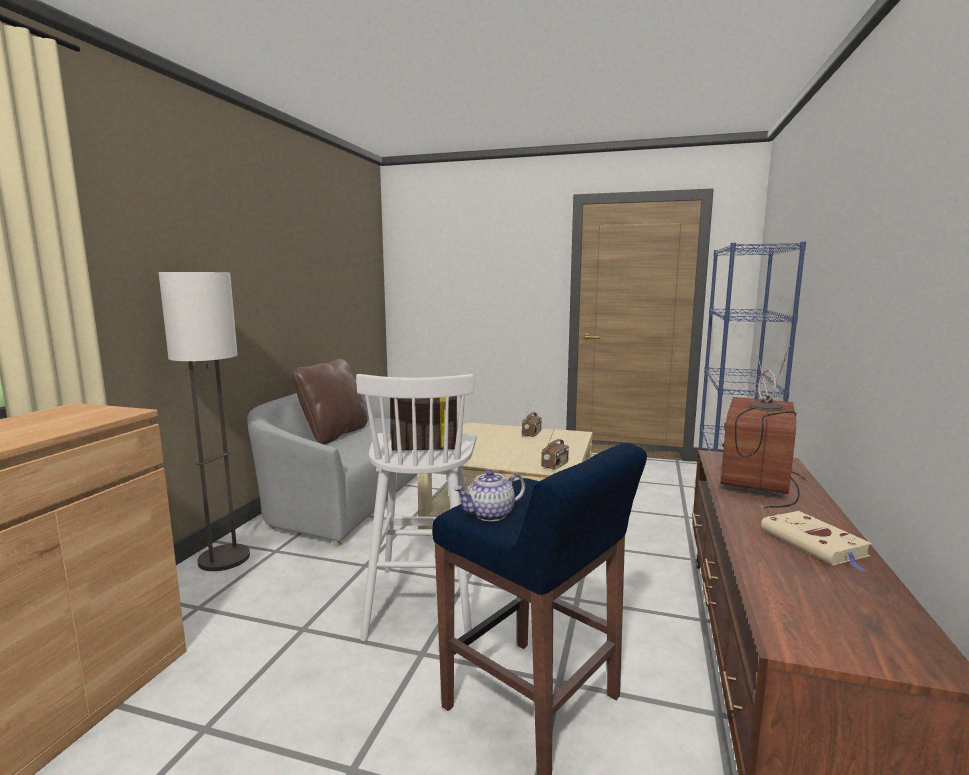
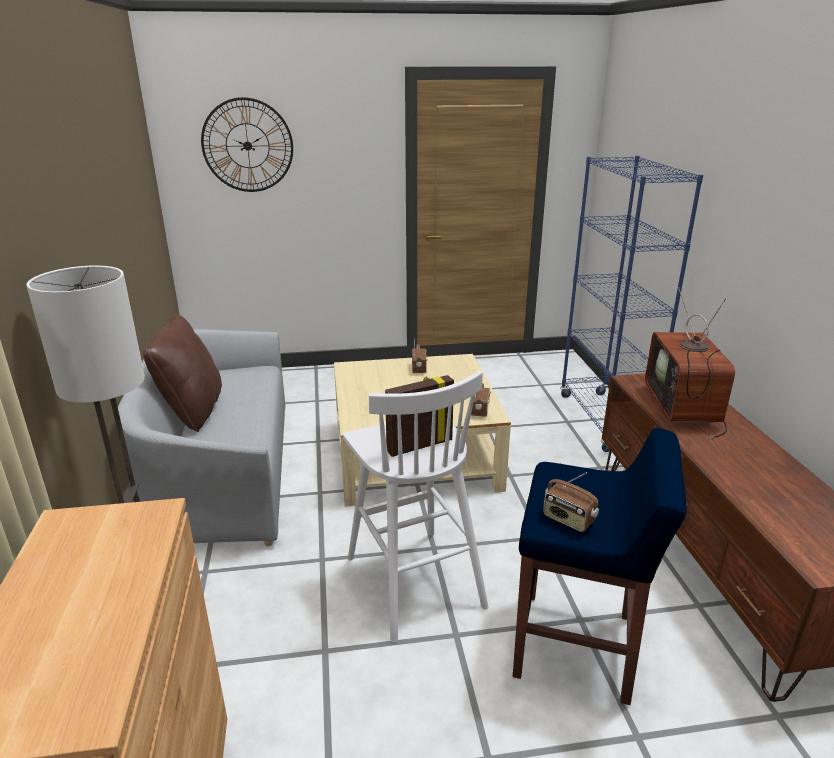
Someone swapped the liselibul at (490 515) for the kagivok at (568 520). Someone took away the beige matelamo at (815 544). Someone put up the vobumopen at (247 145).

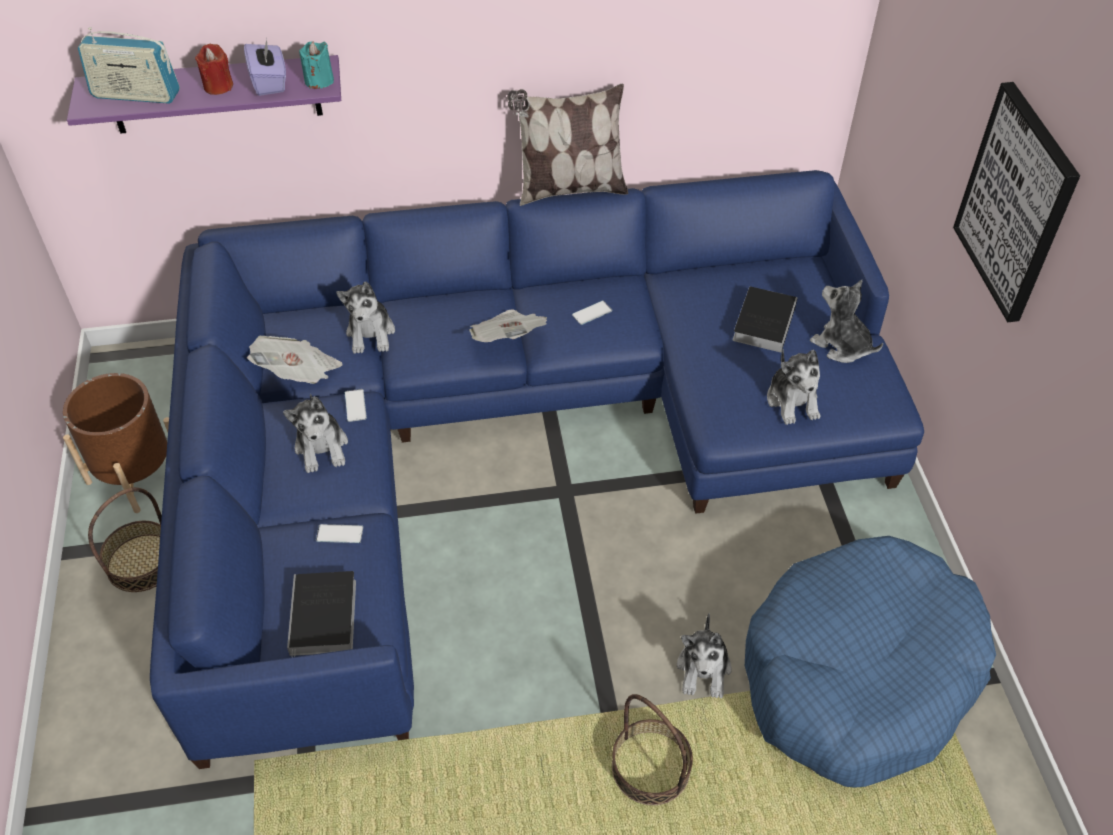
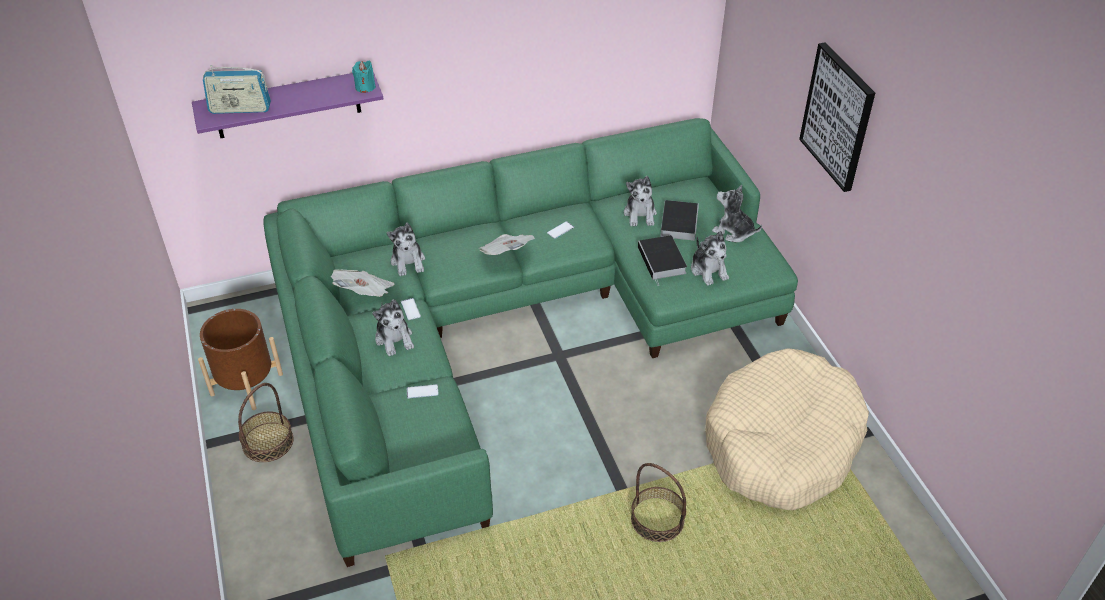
Someone took away the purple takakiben at (269 82). Someone took away the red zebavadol at (218 86). Someone took away the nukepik at (569 189). Someone repainted the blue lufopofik at (508 436), which became the green lufopofik at (510 325). Someone repainted the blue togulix at (858 674), which became the beige togulix at (782 443). Someone carried the matelamo from (324 619) to (662 261). Someone carried the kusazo from (704 669) to (640 214).

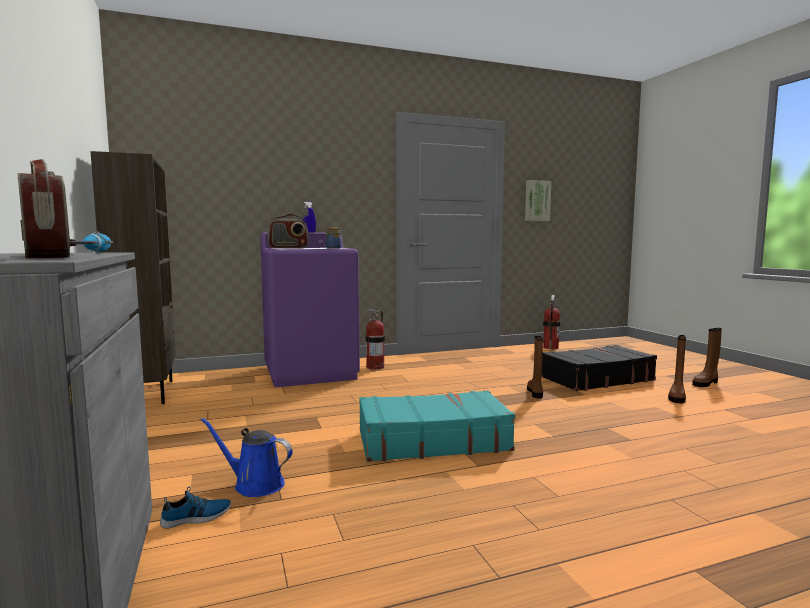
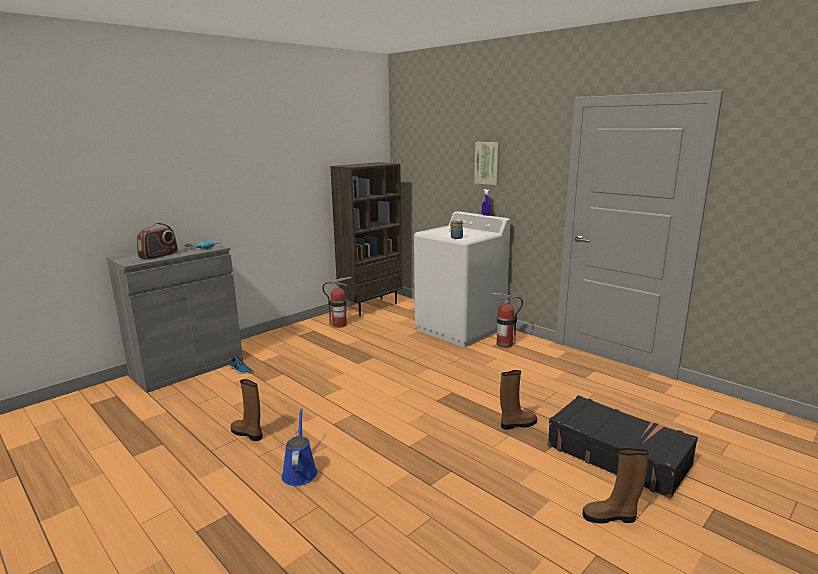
Someone carried the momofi from (537 201) to (488 163). Someone took away the kagivok at (288 248). Someone repainted the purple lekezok at (311 372), which became the white lekezok at (460 329). Someone carried the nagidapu from (550 347) to (339 325). Someone carried the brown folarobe from (705 383) to (248 434). Someone took away the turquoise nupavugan at (432 441). Someone carried the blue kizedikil from (254 484) to (299 472).

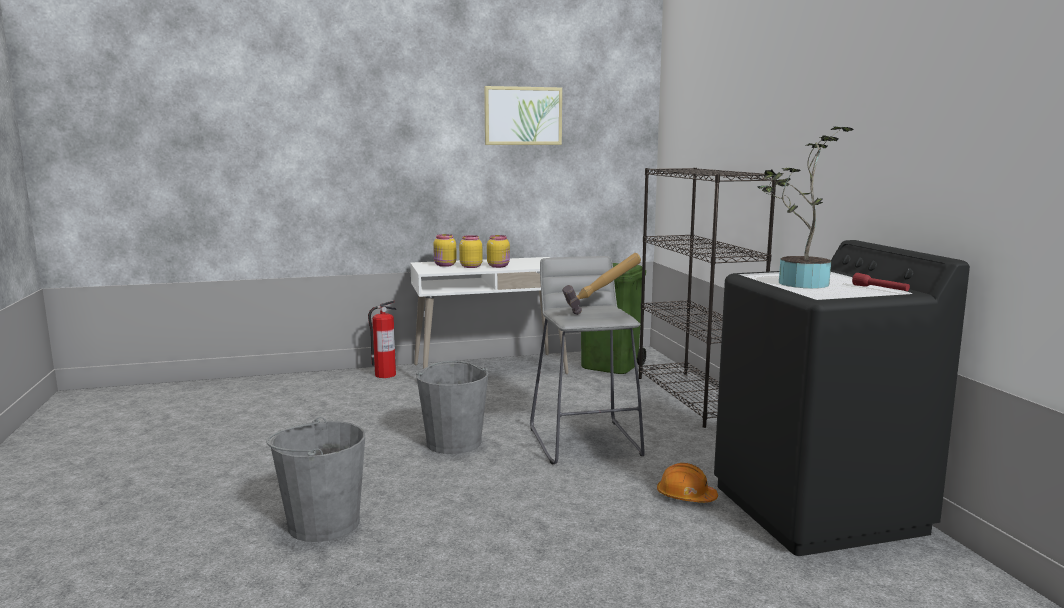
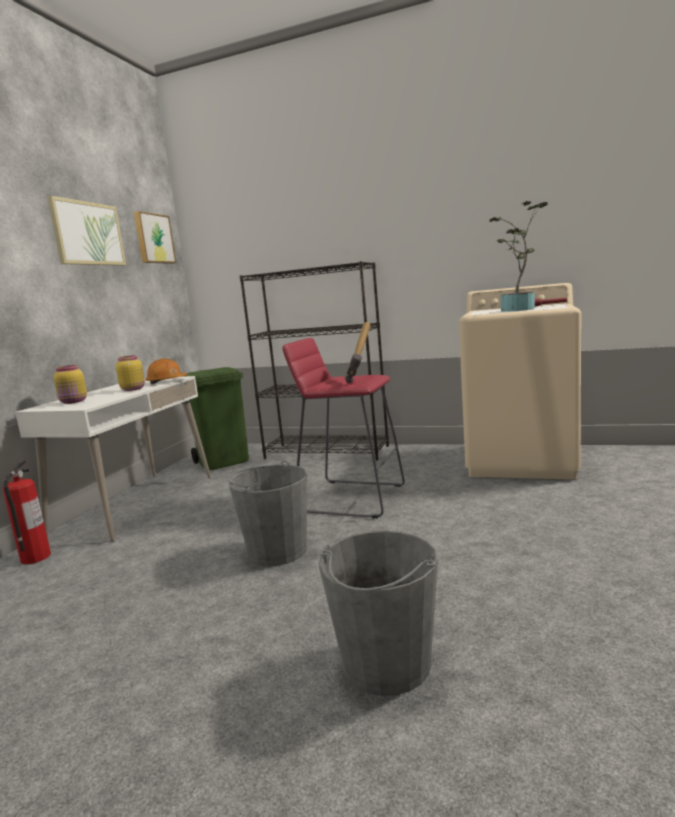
Someone took away the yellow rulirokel at (470 266). Someone repainted the black lekezok at (818 509), which became the beige lekezok at (522 461). Someone repainted the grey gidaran at (586 441), which became the red gidaran at (350 498). Someone carried the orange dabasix from (685 496) to (167 381). Someone put up the momofi at (153 239).

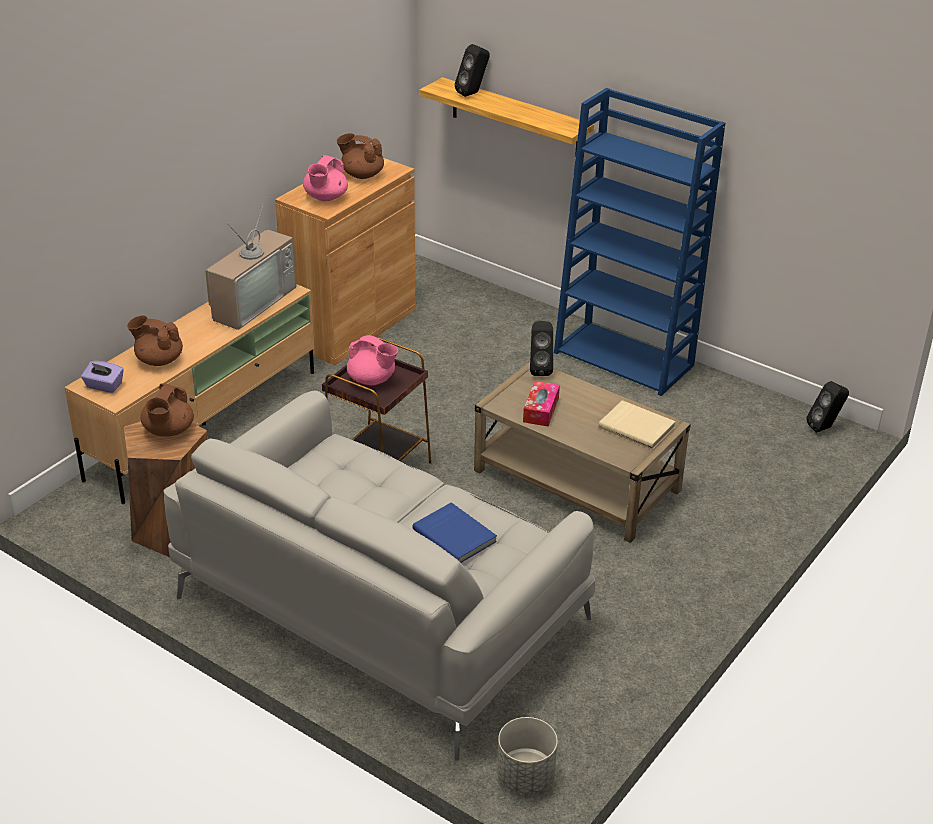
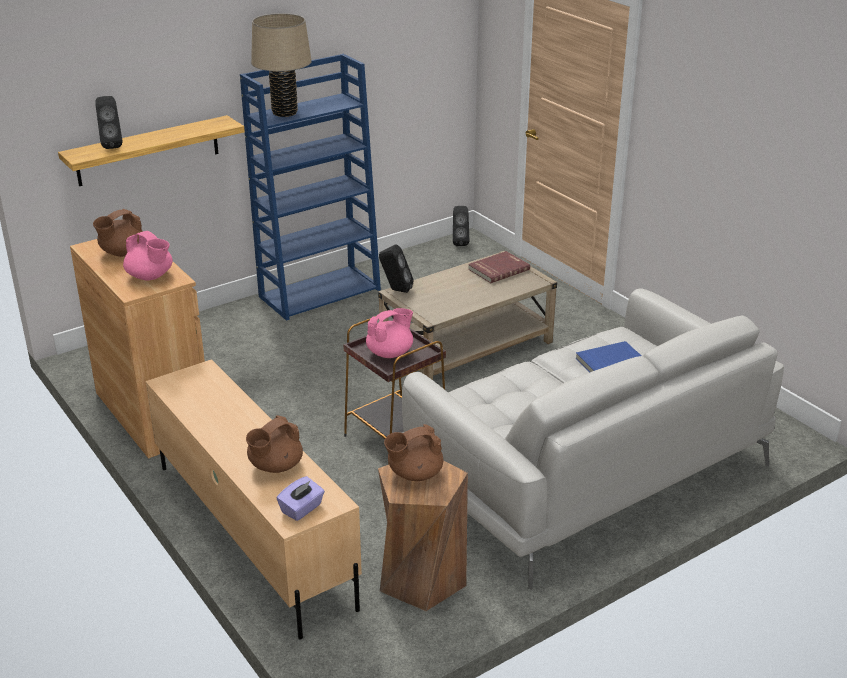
Someone took away the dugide at (250 301). Someone took away the takakiben at (541 410). Someone rotated the brown liselibul at (168 431) by 120 degrees clockwise. Someone repainted the beige matelamo at (637 427), which became the red matelamo at (498 269). Someone took away the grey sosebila at (525 776). Someone put down the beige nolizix at (284 113).

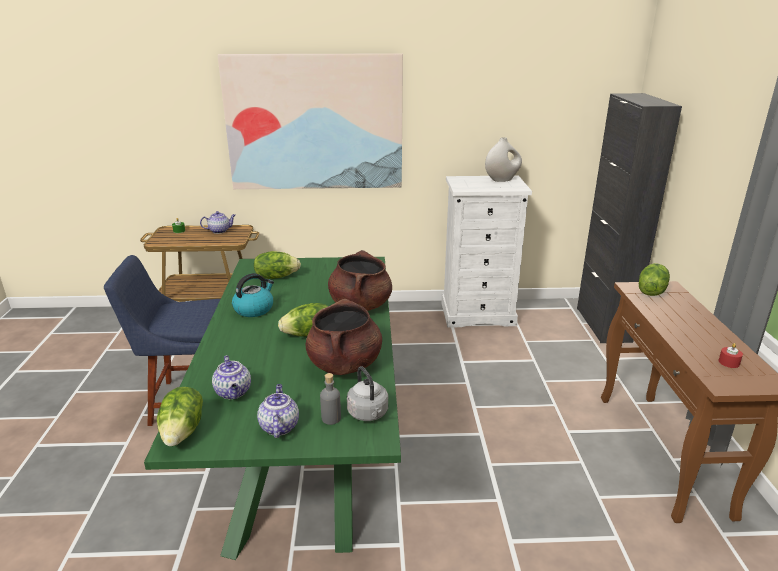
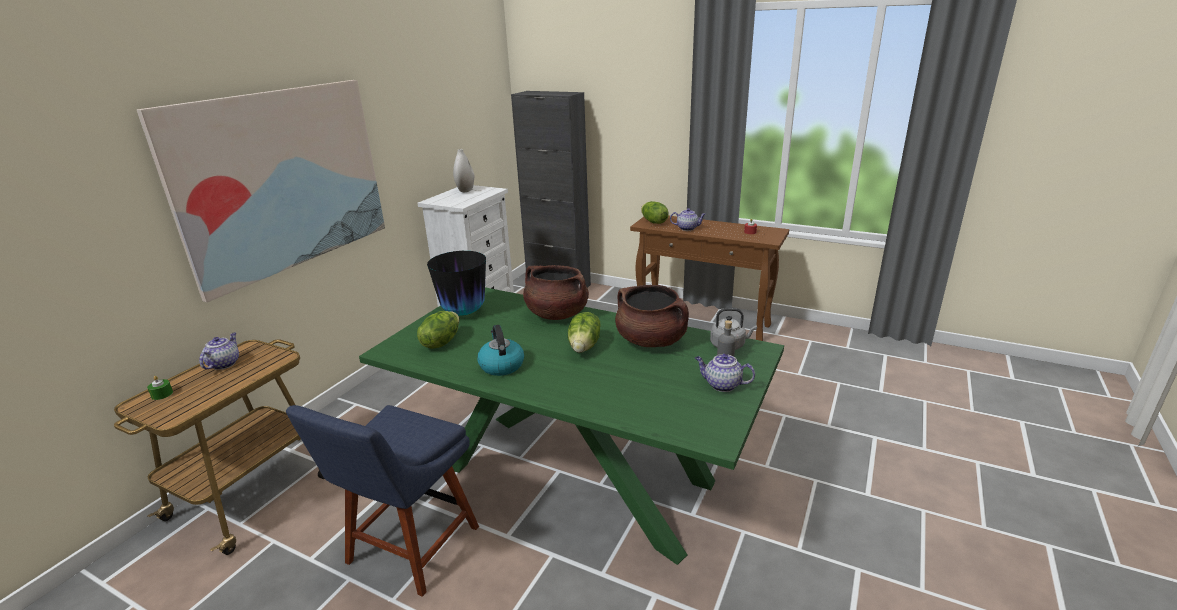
Someone carried the liselibul from (234 392) to (687 228). Someone took away the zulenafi at (183 431). Someone put down the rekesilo at (464 312).

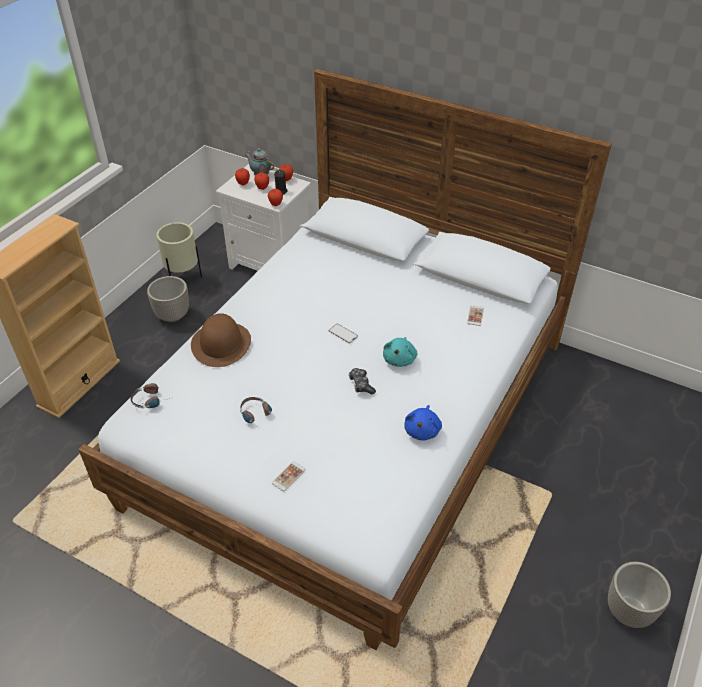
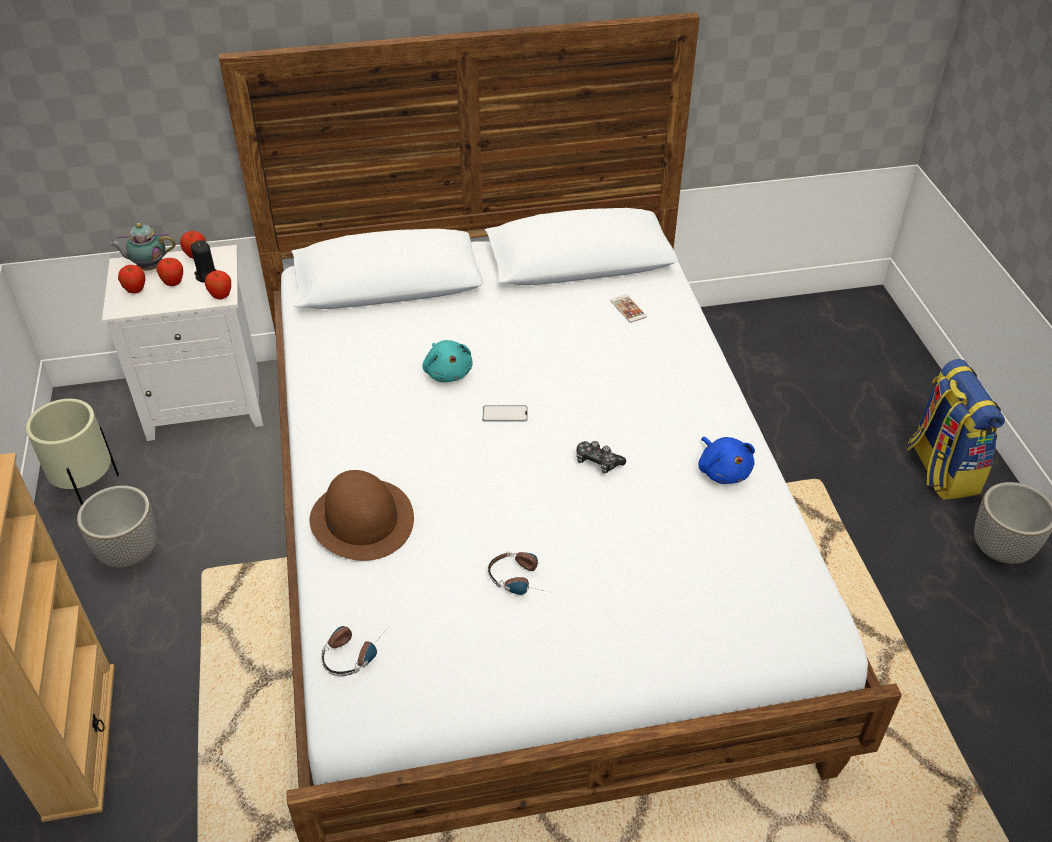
Someone carried the turquoise kusazo from (400 359) to (448 372). Someone took away the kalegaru at (288 476). Someone put down the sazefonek at (940 469).

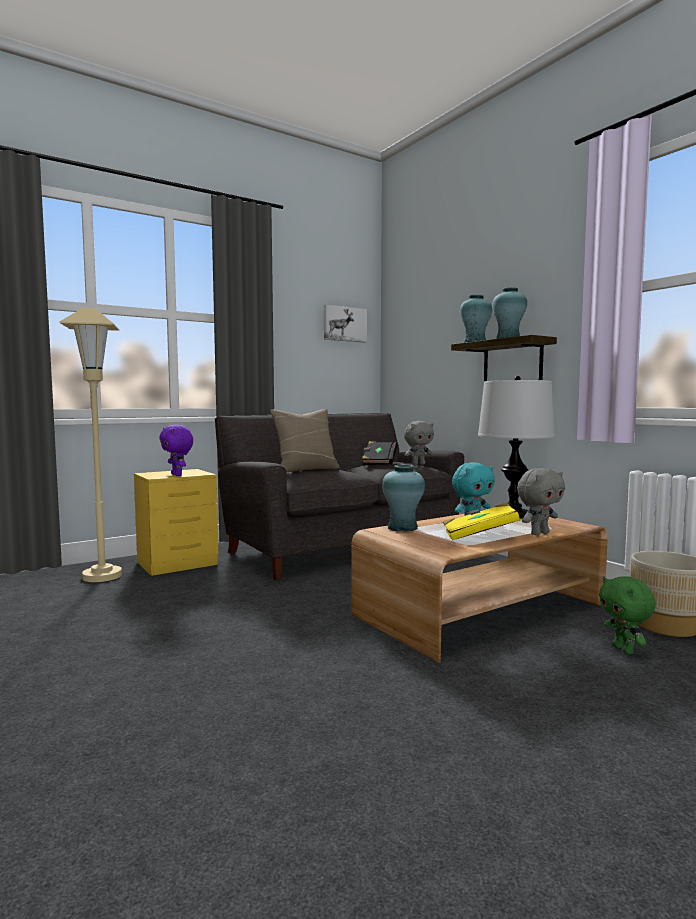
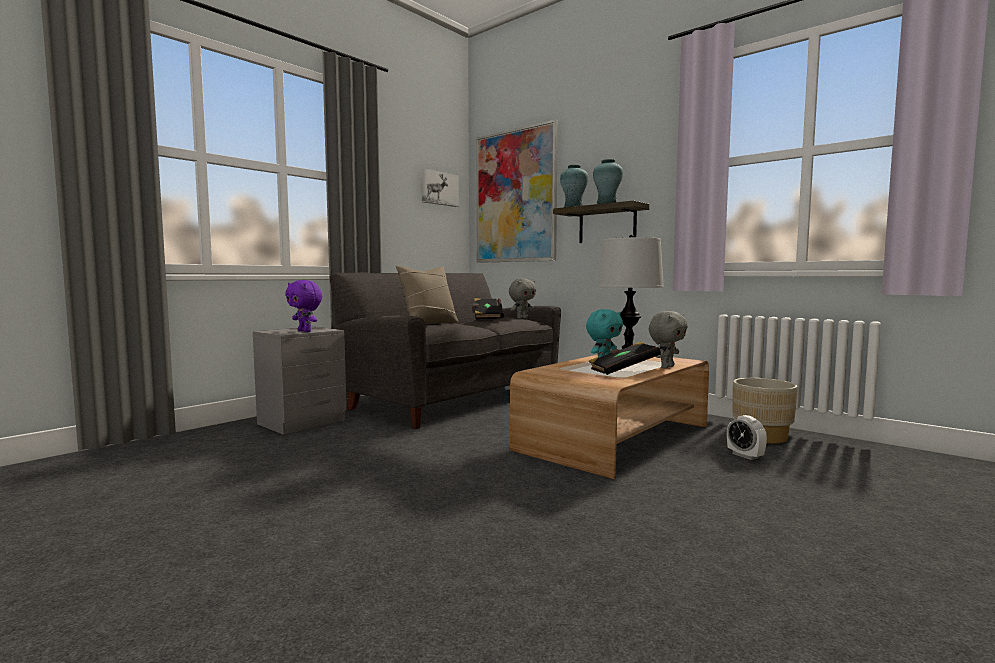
Someone took away the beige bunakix at (102 576). Someone took away the turquoise rekesilo at (403 528). Someone repainted the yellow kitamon at (179 563), which became the grey kitamon at (304 422). Someone repainted the yellow matelamo at (479 536), which became the black matelamo at (623 371). Someone swapped the green kusazo at (624 650) for the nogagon at (745 456). Someone put up the momofi at (515 196).

